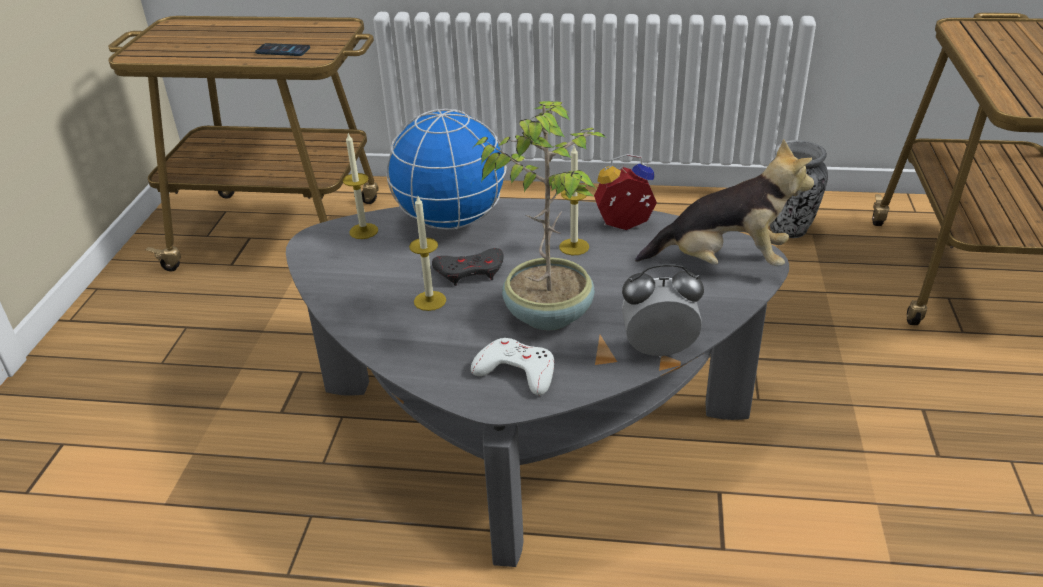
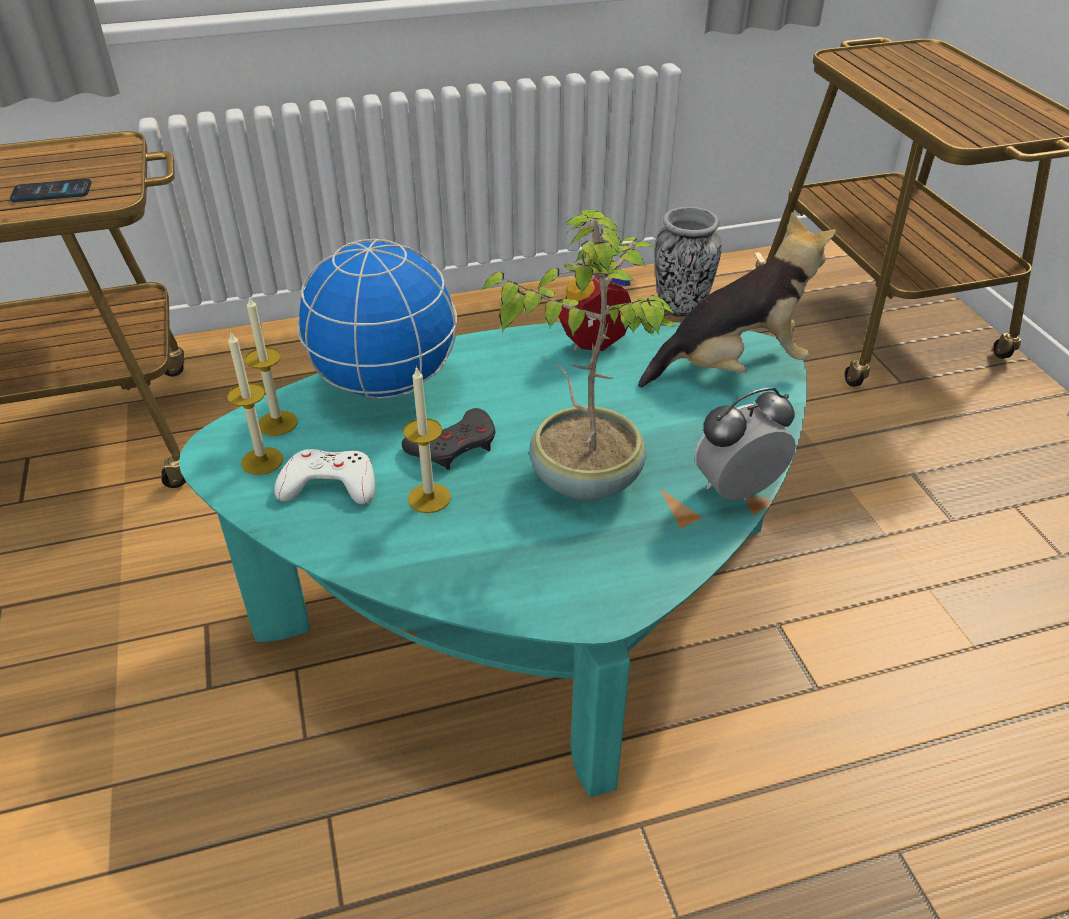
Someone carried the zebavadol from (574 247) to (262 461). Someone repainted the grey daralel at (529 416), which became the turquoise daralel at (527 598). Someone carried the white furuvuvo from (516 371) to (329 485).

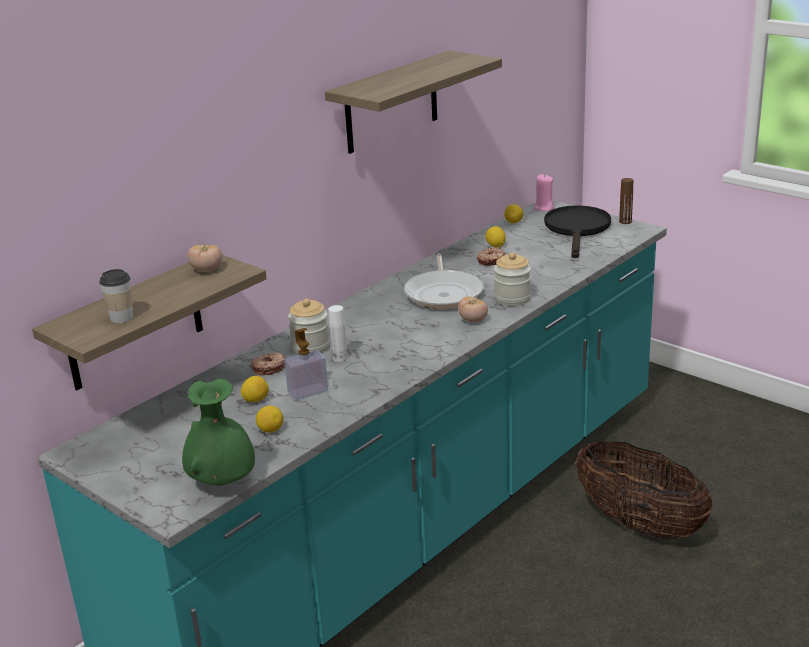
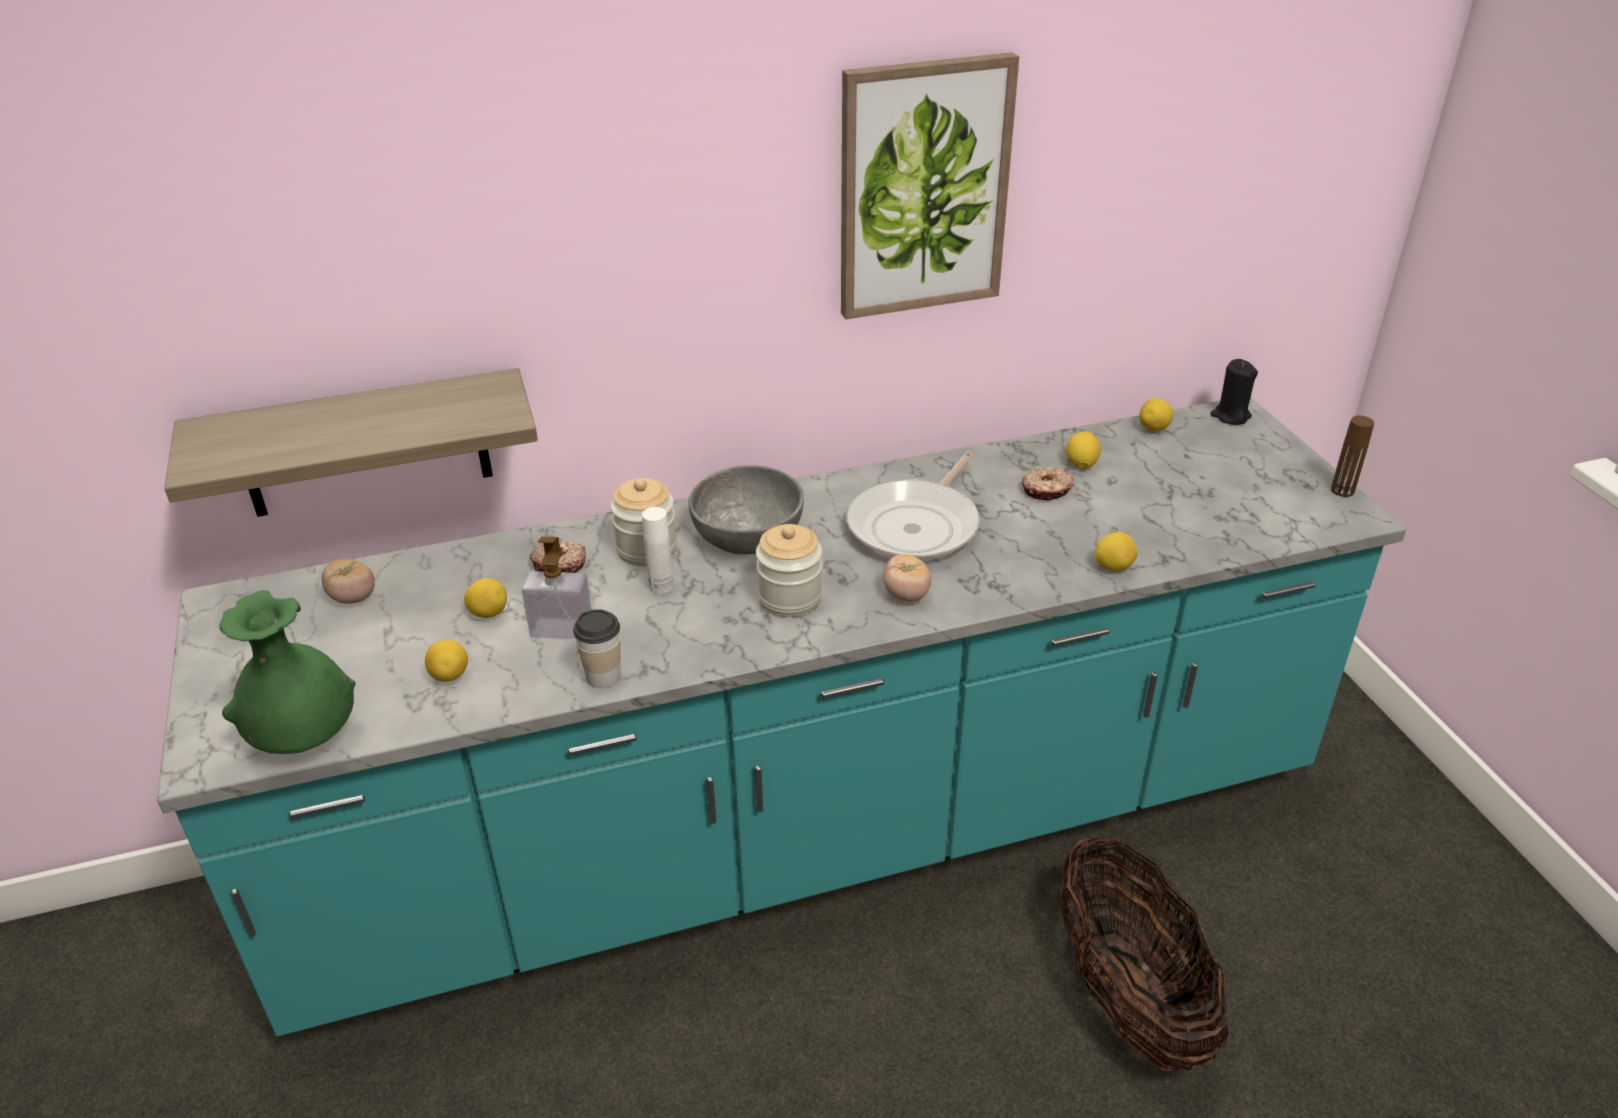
Someone swapped the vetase at (391 103) for the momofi at (923 188). Someone repainted the pink zebavadol at (544 208), which became the black zebavadol at (1230 416). Someone took away the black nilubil at (577 230). Someone carried the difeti from (206 270) to (353 598). Someone carried the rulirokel from (512 298) to (790 598). Someone carried the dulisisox from (121 318) to (603 676). Someone put down the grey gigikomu at (748 535). Someone put down the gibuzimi at (1113 567).

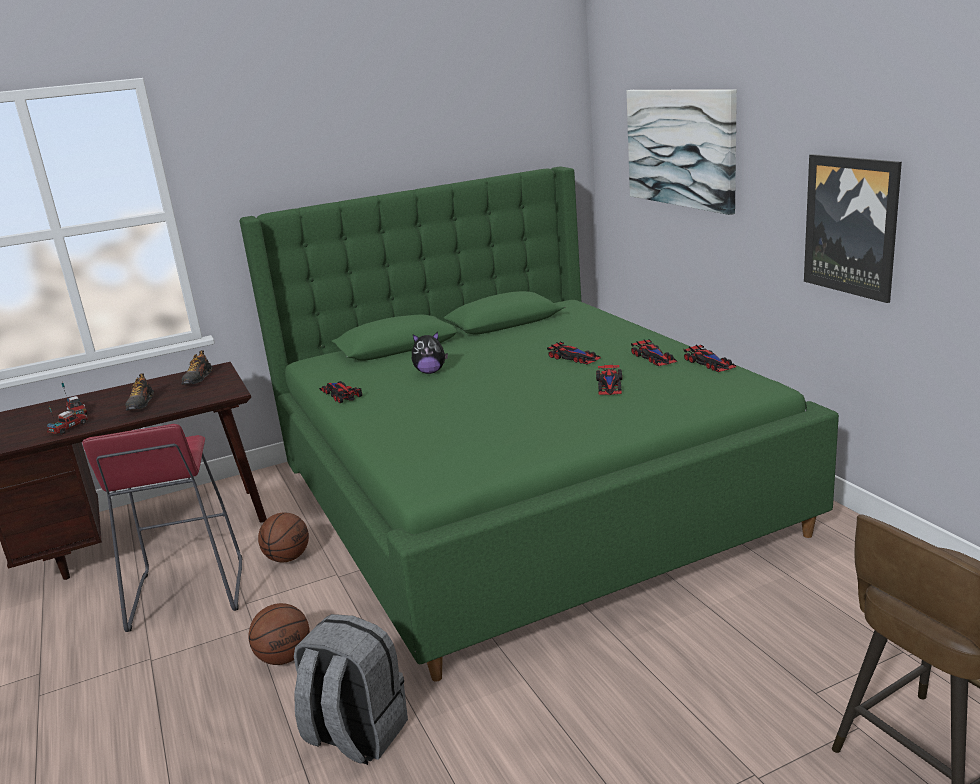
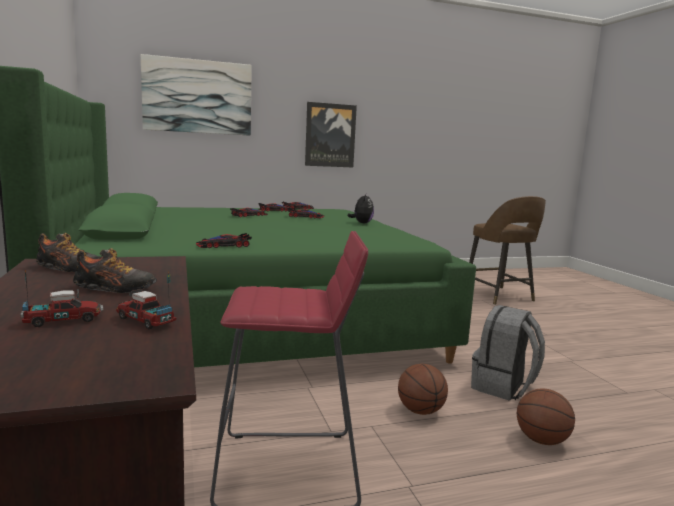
Someone carried the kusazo from (430 372) to (361 223). Someone carried the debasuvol from (288 558) to (541 440).

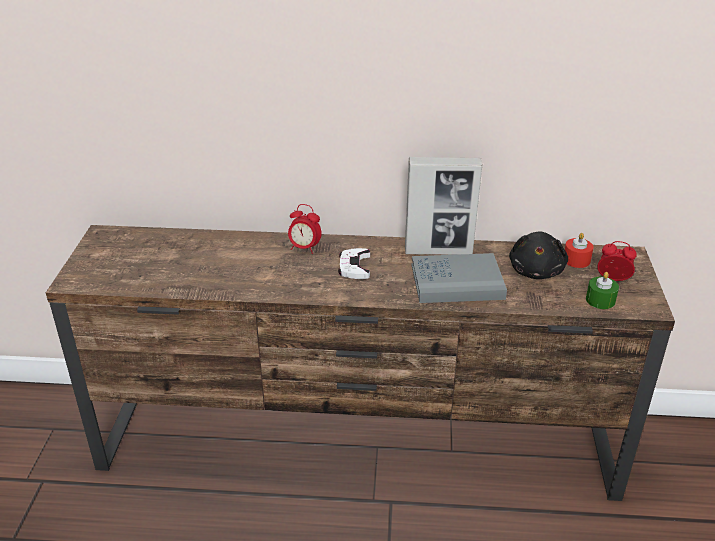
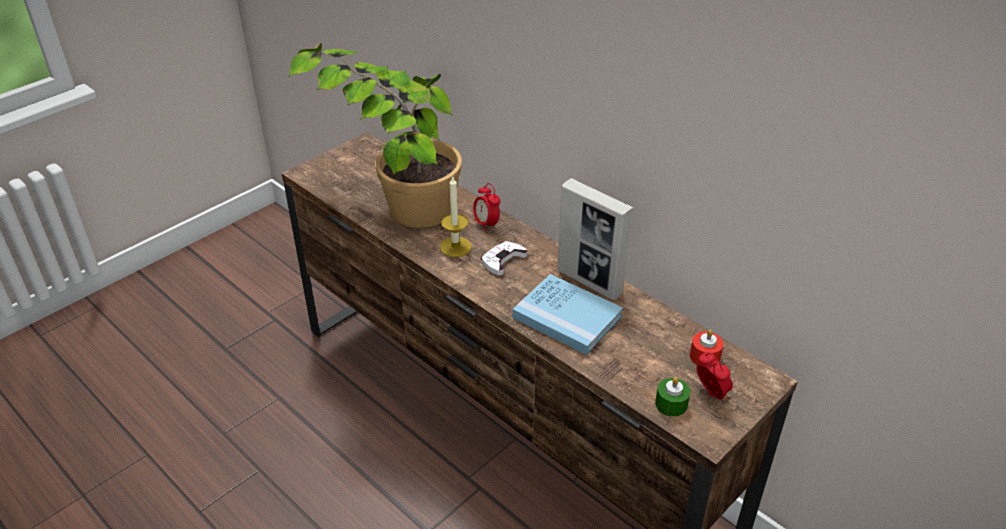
Someone took away the black kusazo at (536 271). Someone repainted the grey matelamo at (457 282), which became the blue matelamo at (567 317). Someone put down the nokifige at (394 198). Someone put down the zebavadol at (455 247).

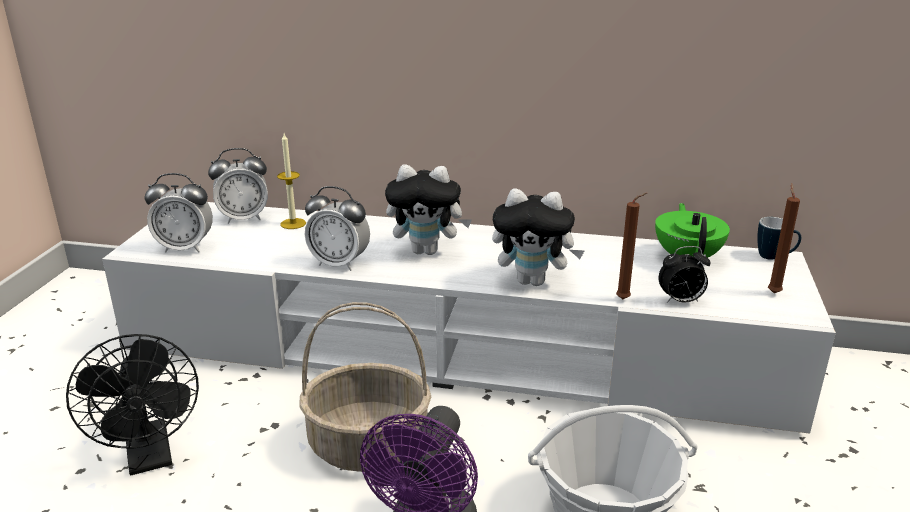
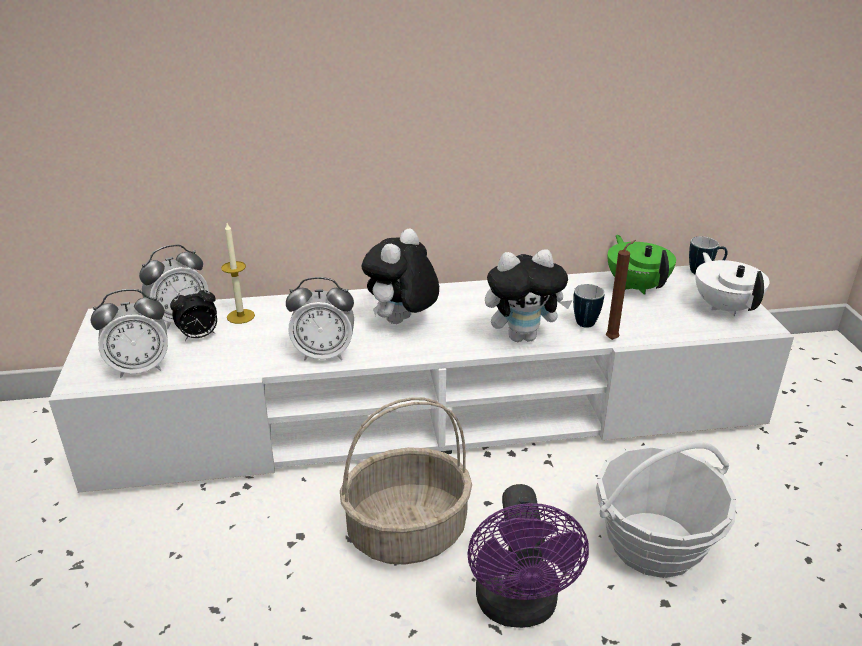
Someone rotated the kusazo at (427 251) by 135 degrees clockwise. Someone swapped the brown zebavadol at (773 292) for the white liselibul at (725 307). Someone carried the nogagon from (680 301) to (199 336). Someone took away the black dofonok at (151 457). Someone put down the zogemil at (585 326).

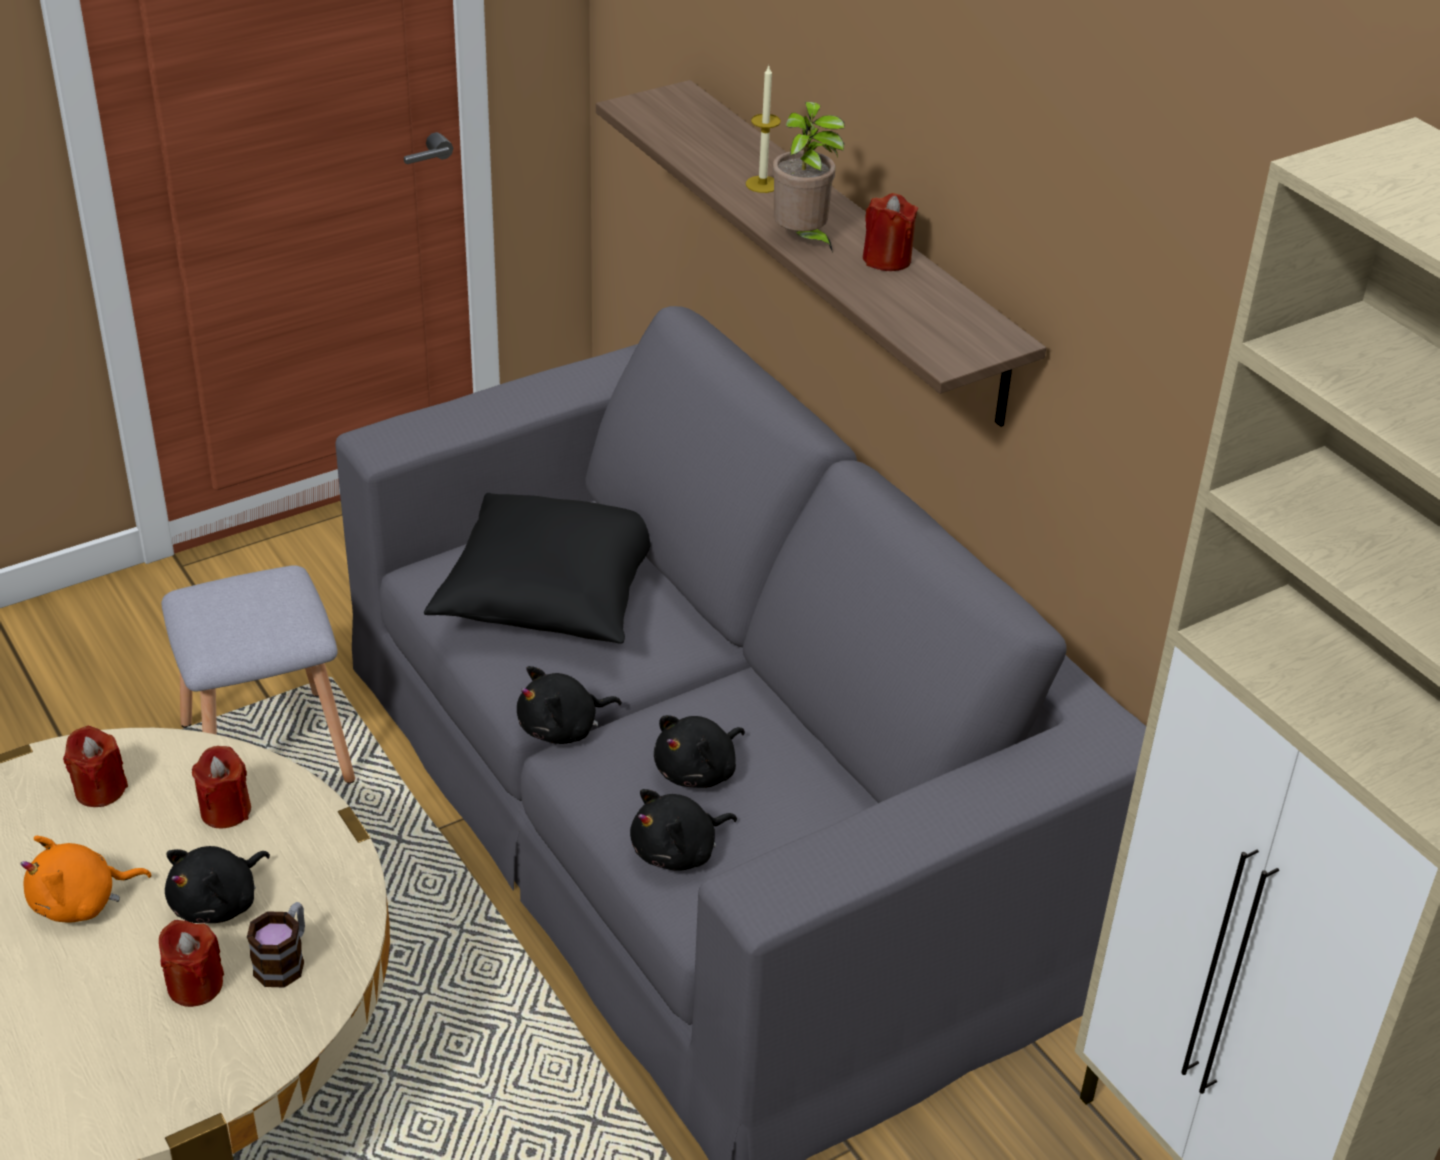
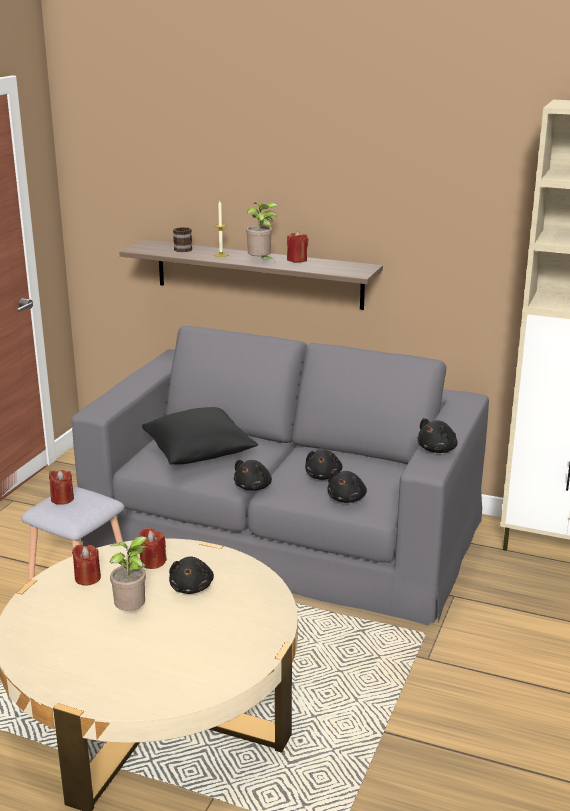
Someone swapped the orange kusazo at (81 902) for the nokifige at (132 612). Someone carried the zogemil from (285 960) to (182 248). Someone carried the red zebavadol from (195 985) to (62 499). Someone put down the black kusazo at (438 449).

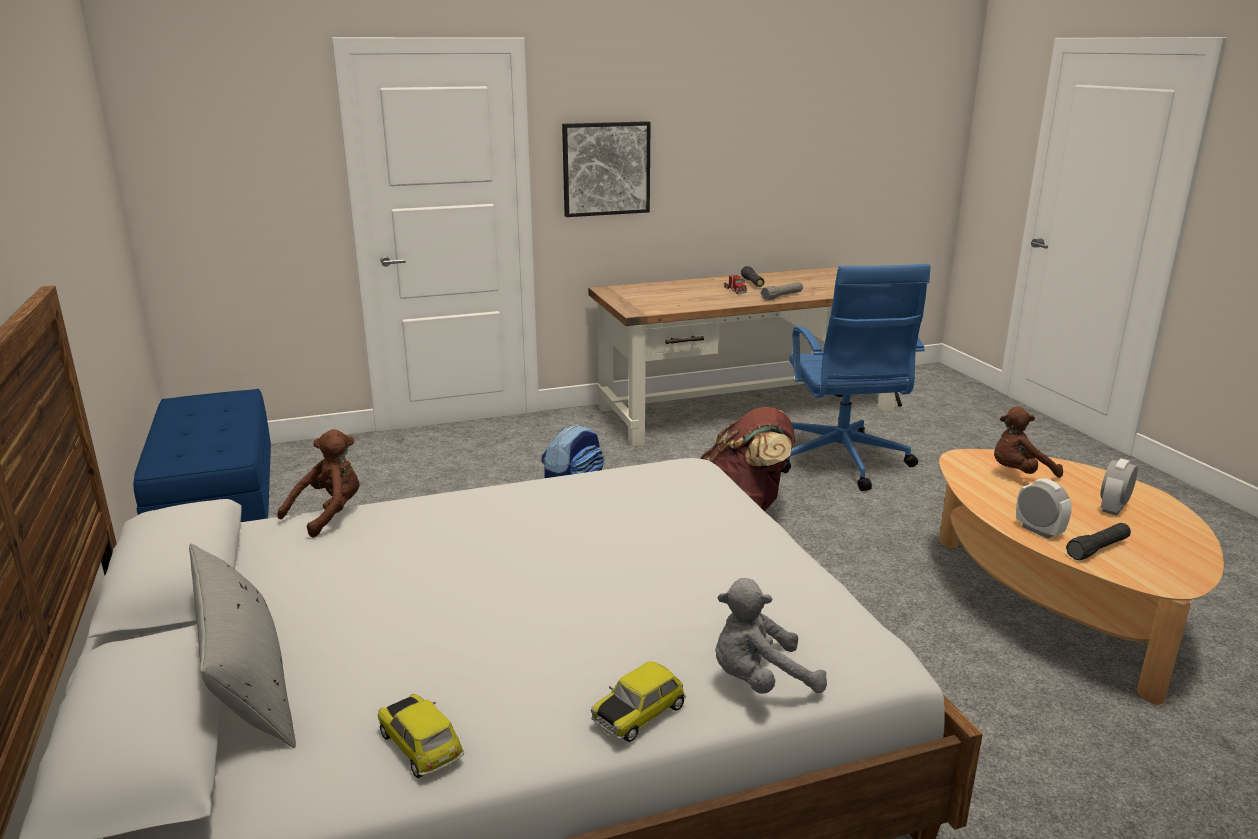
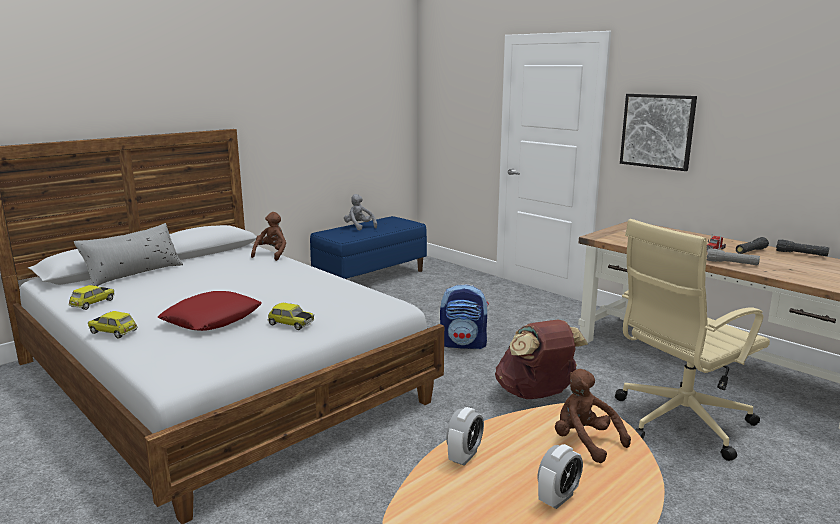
Someone repainted the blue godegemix at (841 462), which became the beige godegemix at (678 422). Someone rotated the brown kusazo at (329 514) by 90 degrees counterclockwise. Someone rotated the nogagon at (1113 508) by 120 degrees clockwise. Someone carried the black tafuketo from (1097 549) to (801 254). Someone carried the grey kusazo from (759 680) to (359 227). Someone put down the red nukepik at (212 319). Someone put down the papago at (290 324).

